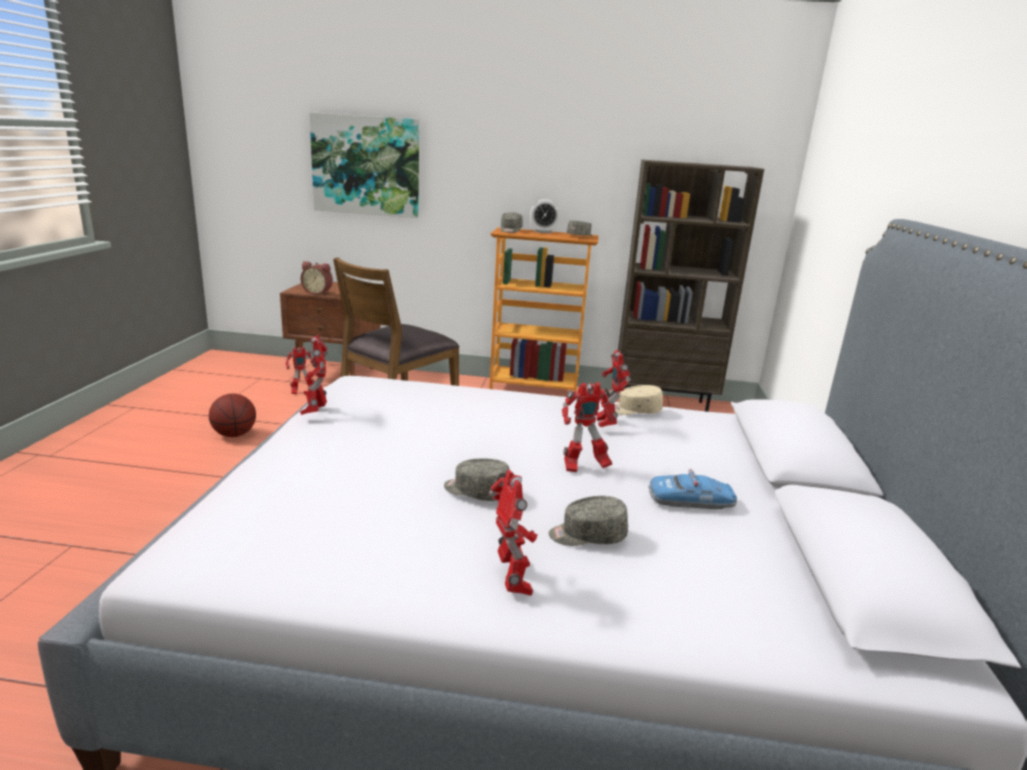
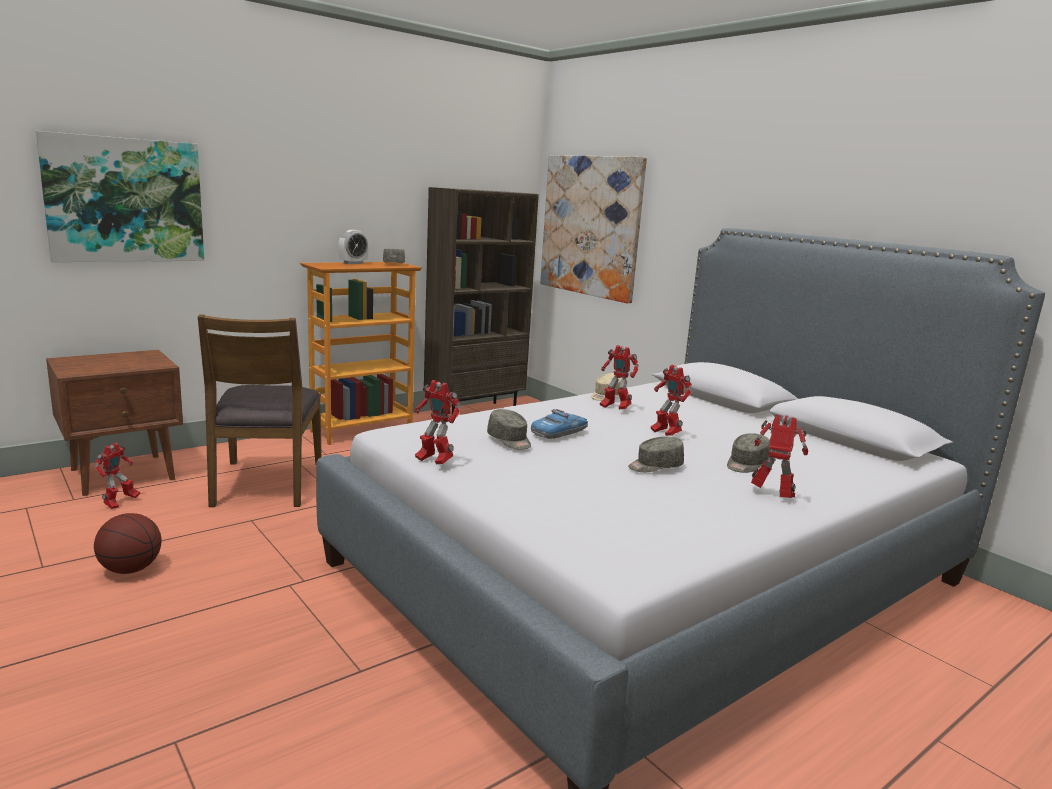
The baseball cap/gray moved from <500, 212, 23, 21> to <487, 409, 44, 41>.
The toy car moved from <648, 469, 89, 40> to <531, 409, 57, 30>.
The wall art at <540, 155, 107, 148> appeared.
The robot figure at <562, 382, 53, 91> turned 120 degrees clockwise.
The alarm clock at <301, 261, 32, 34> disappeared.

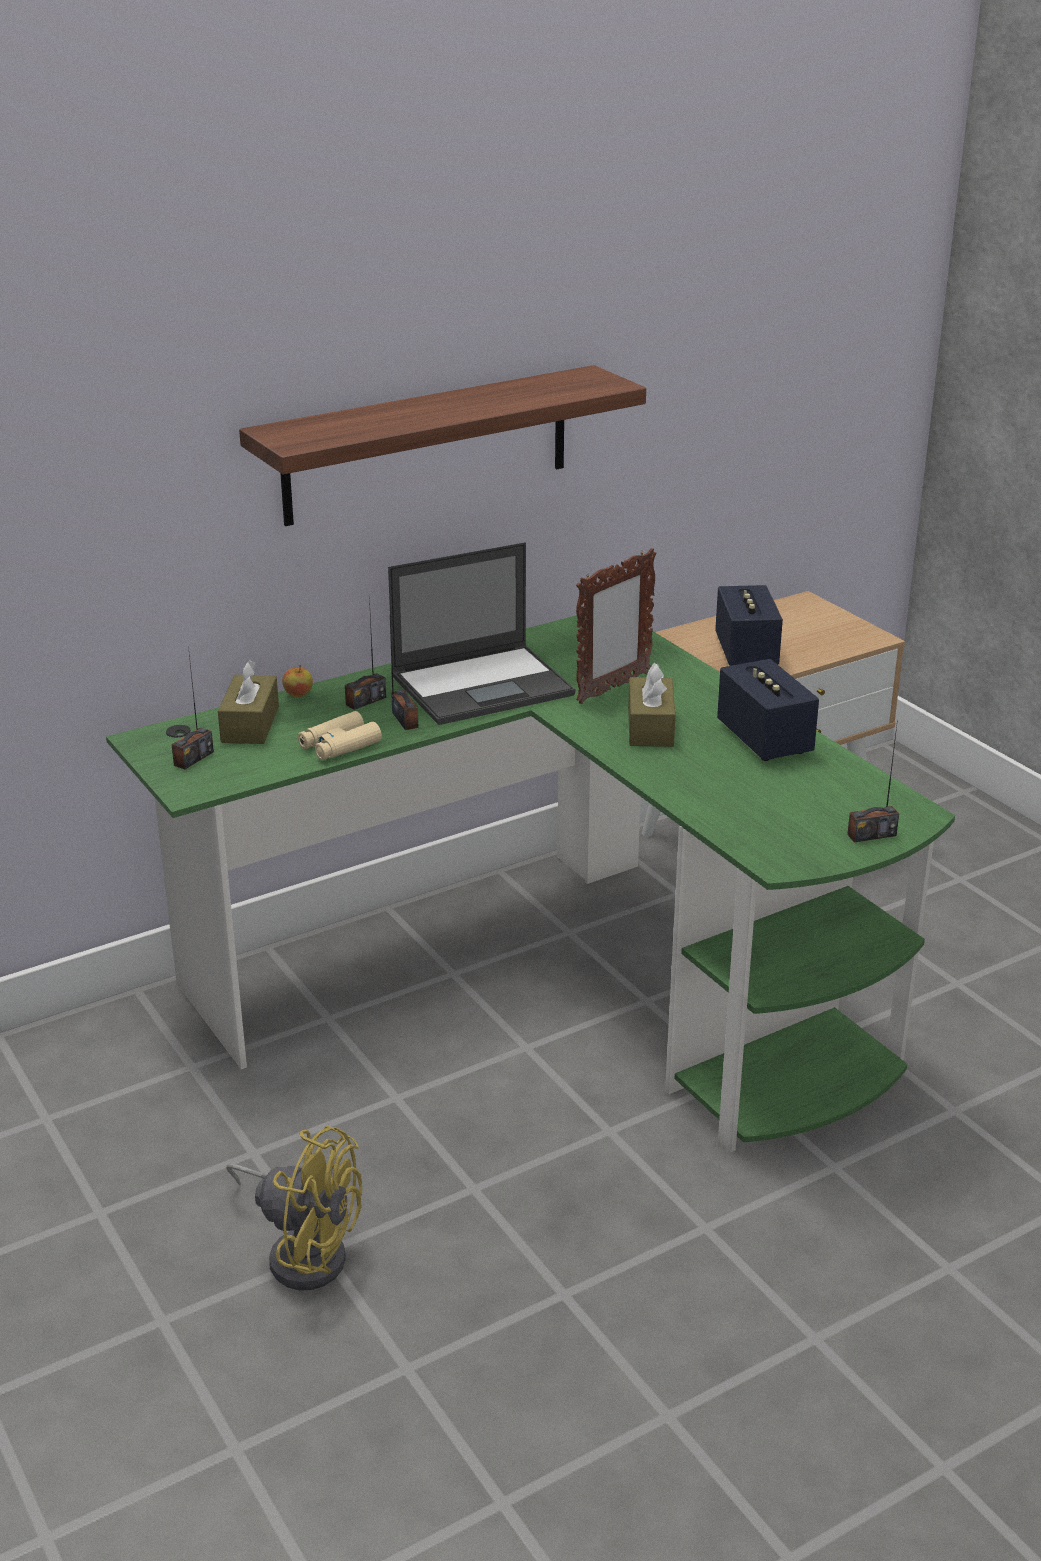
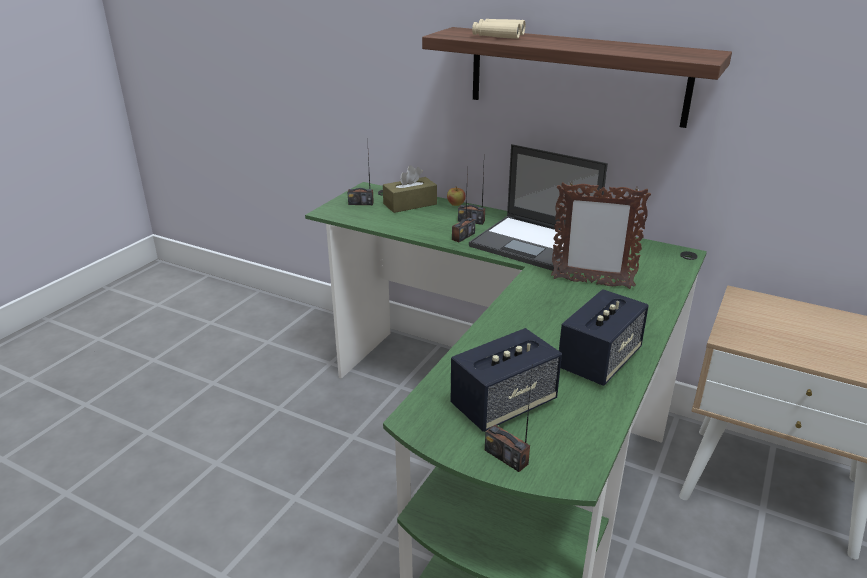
The loudspeaker moved from <715, 585, 68, 81> to <451, 328, 111, 104>.
The binoculars/beige moved from <298, 711, 84, 49> to <472, 19, 54, 20>.
The electric fan/yellow at <226, 1126, 136, 164> disappeared.
The tissue box/brownish at <628, 663, 48, 84> disappeared.

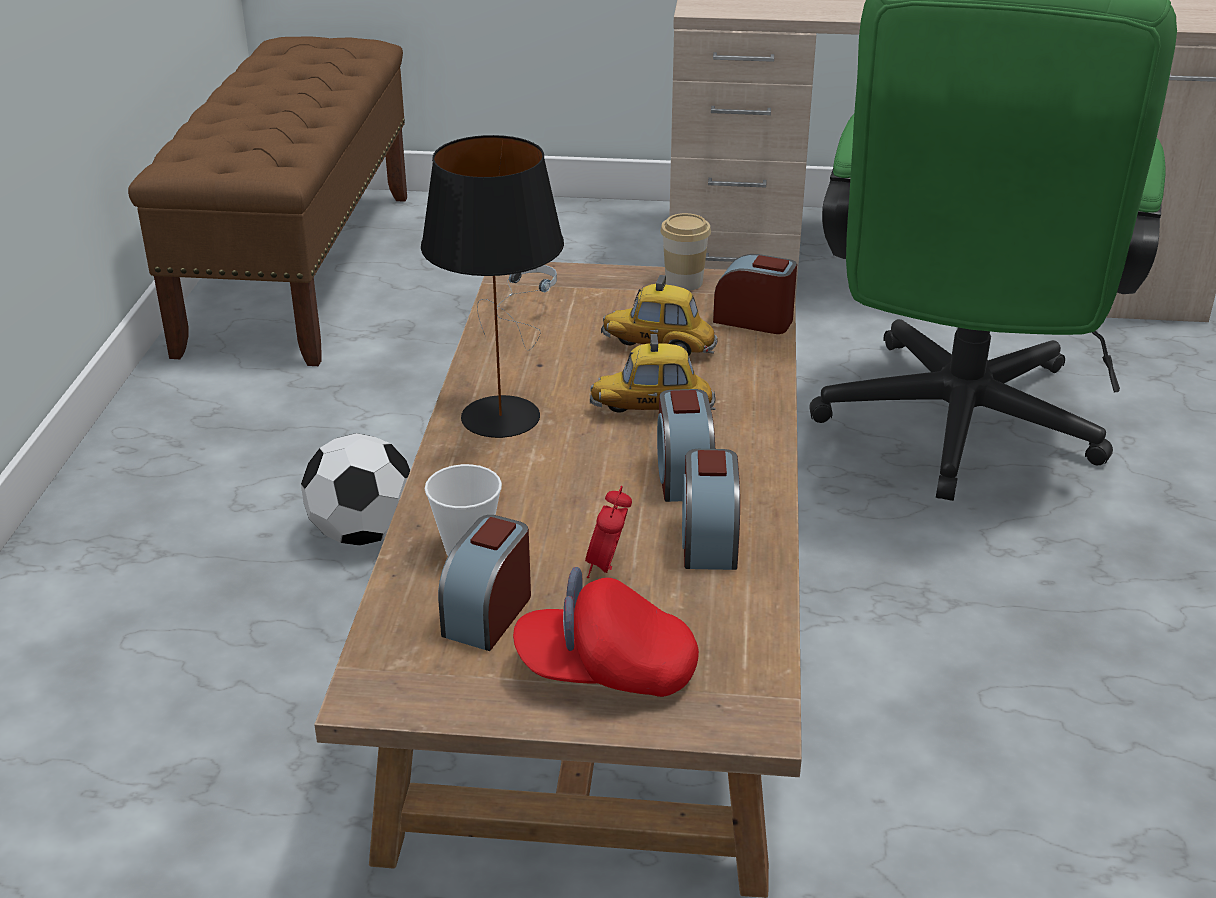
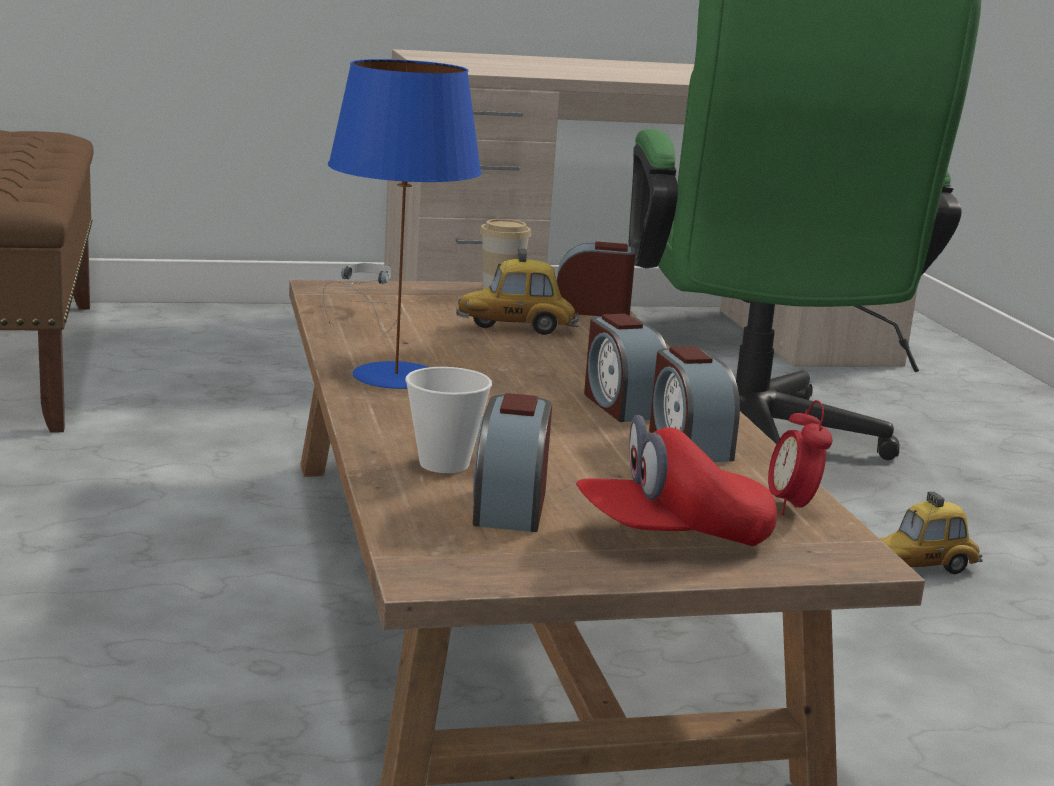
The lamp for a table/blackish at <421, 135, 143, 303> became the lamp for a table/blue at <328, 59, 154, 330>.
The alarm clock moved from <585, 486, 47, 92> to <768, 400, 65, 116>.
The toy car moved from <590, 334, 126, 79> to <879, 491, 104, 83>.
The football at <301, 433, 109, 113> disappeared.

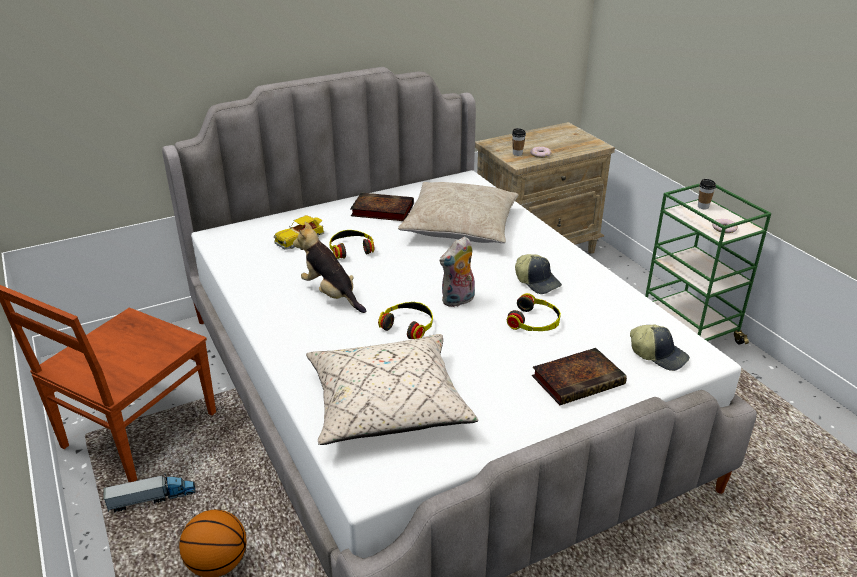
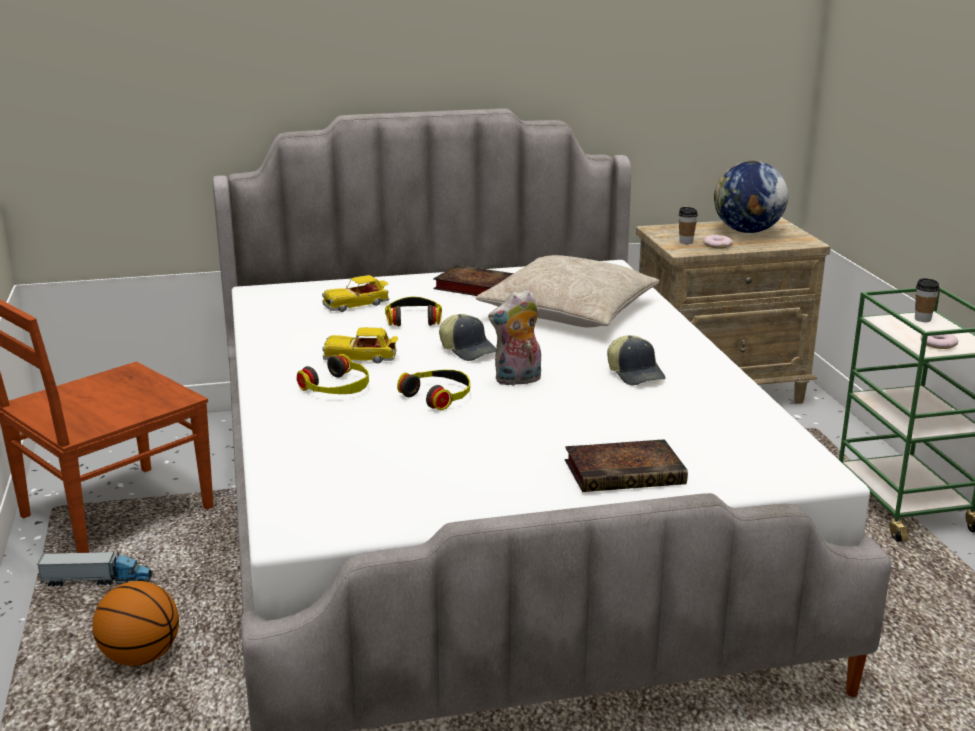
The pair of headphones moved from <507, 293, 54, 38> to <297, 354, 72, 40>.
The plush toy at <293, 222, 73, 91> was replaced by the toy car at <323, 327, 75, 36>.
The baseball cap moved from <630, 324, 60, 47> to <439, 314, 57, 47>.
The world globe at <714, 160, 74, 73> appeared.
The cushion/beige at <306, 334, 172, 111> disappeared.

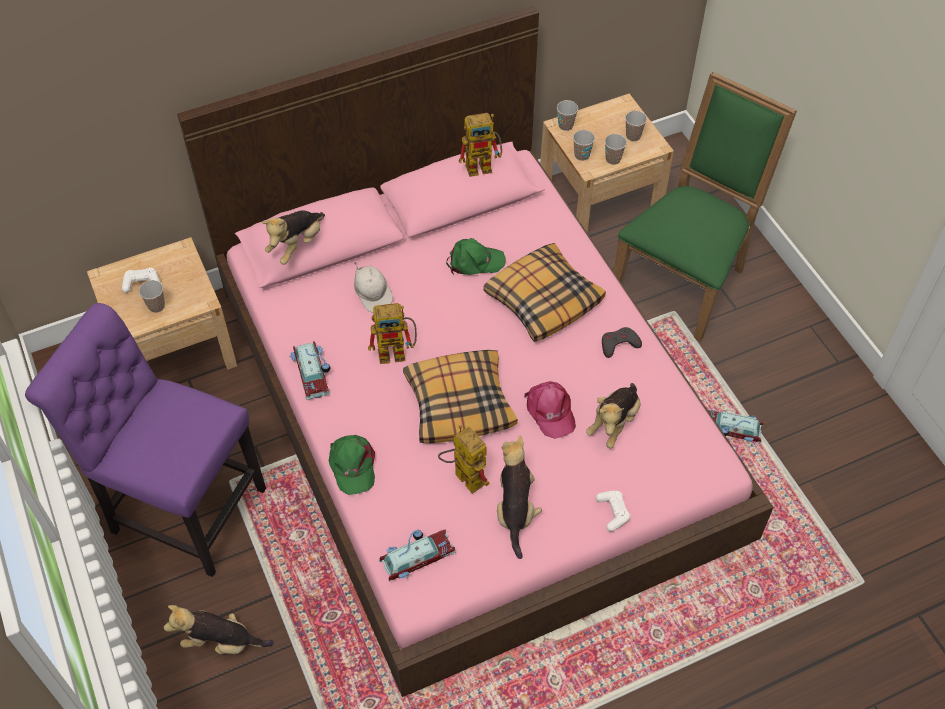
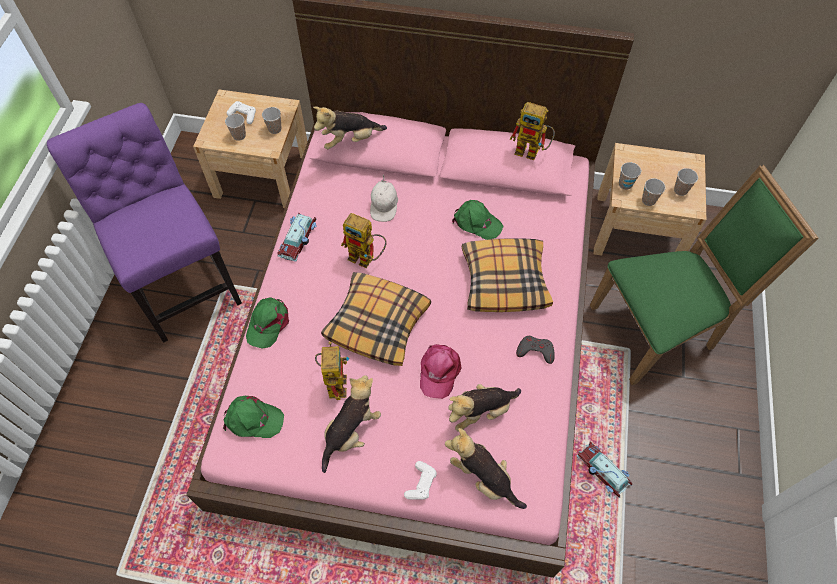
The toy car at <379, 529, 76, 52> was replaced by the baseball cap/greenish at <223, 396, 61, 42>.
The drinking cup moved from <557, 100, 21, 31> to <262, 107, 19, 27>.
The plush toy moved from <164, 605, 110, 49> to <445, 428, 82, 81>.

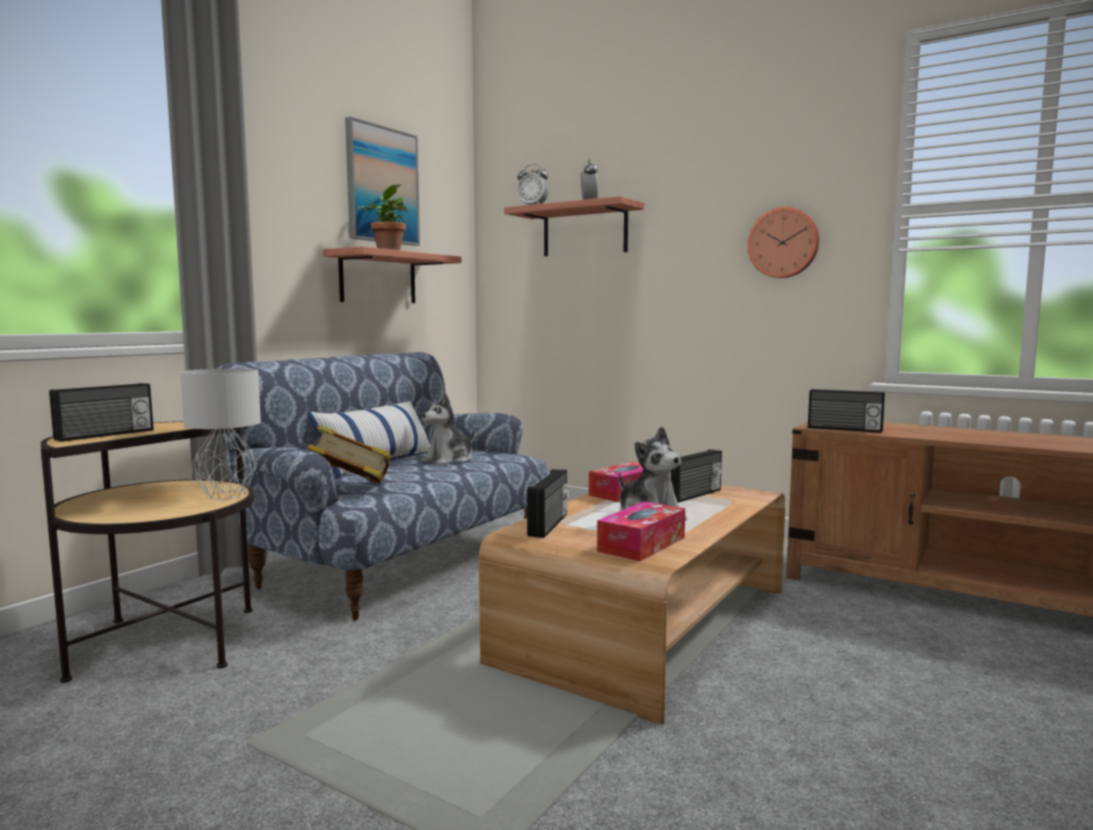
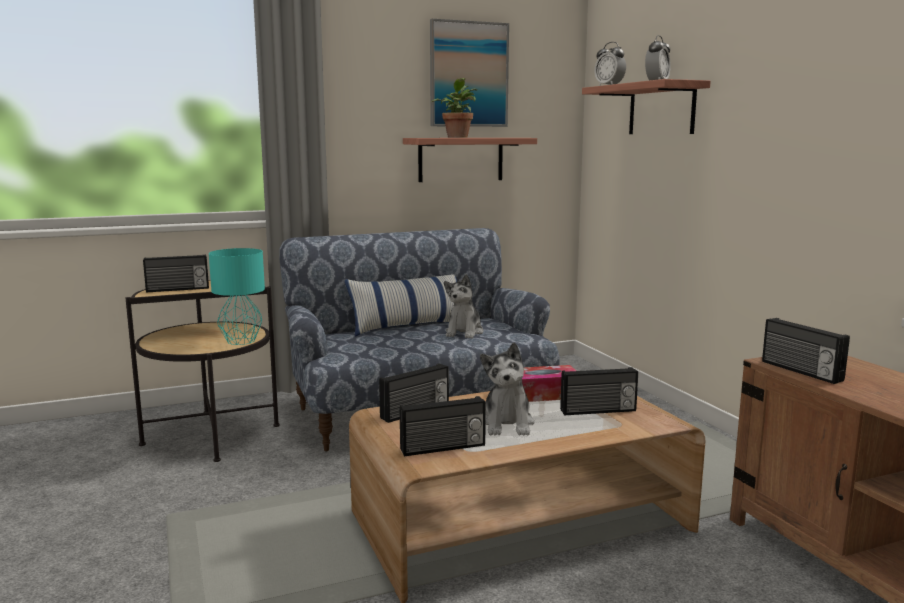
The lamp for a table/gray at <180, 368, 81, 132> became the lamp for a table/turquoise-coloured at <209, 248, 56, 97>.
The tissue box at <597, 501, 88, 60> was replaced by the radio at <400, 396, 86, 60>.
The plush toy at <422, 394, 53, 71> turned 60 degrees counterclockwise.
The volume at <307, 424, 84, 60> disappeared.
The clock on the wall at <747, 207, 72, 71> disappeared.

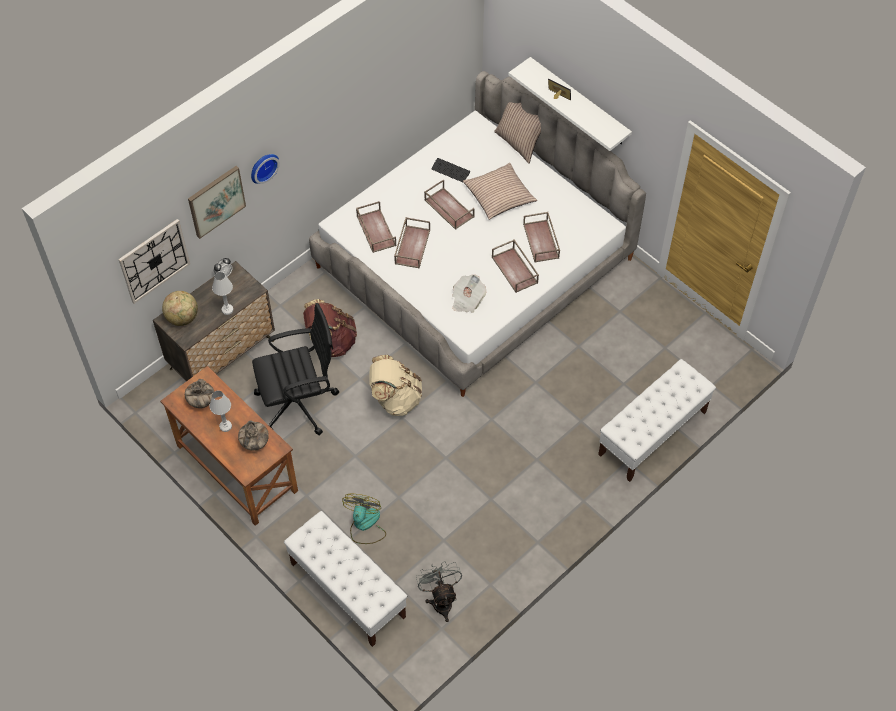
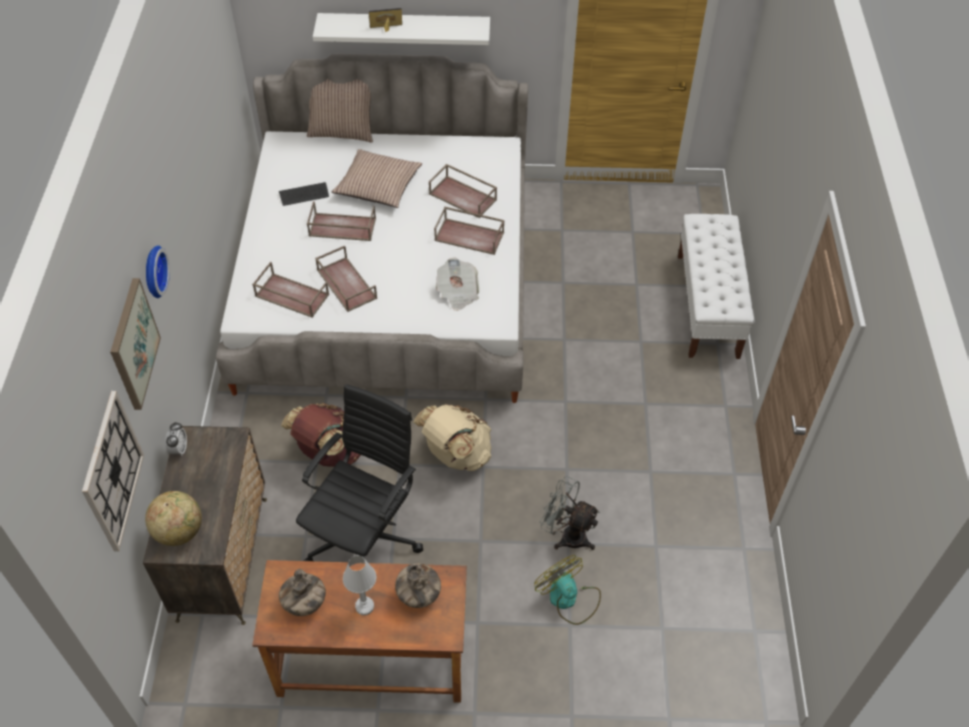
The electric fan/gray moved from <416, 561, 46, 61> to <539, 476, 61, 74>.
The lamp for a table/white-coloured at <212, 272, 21, 43> disappeared.
The long seat/white-coloured at <284, 511, 124, 136> disappeared.

